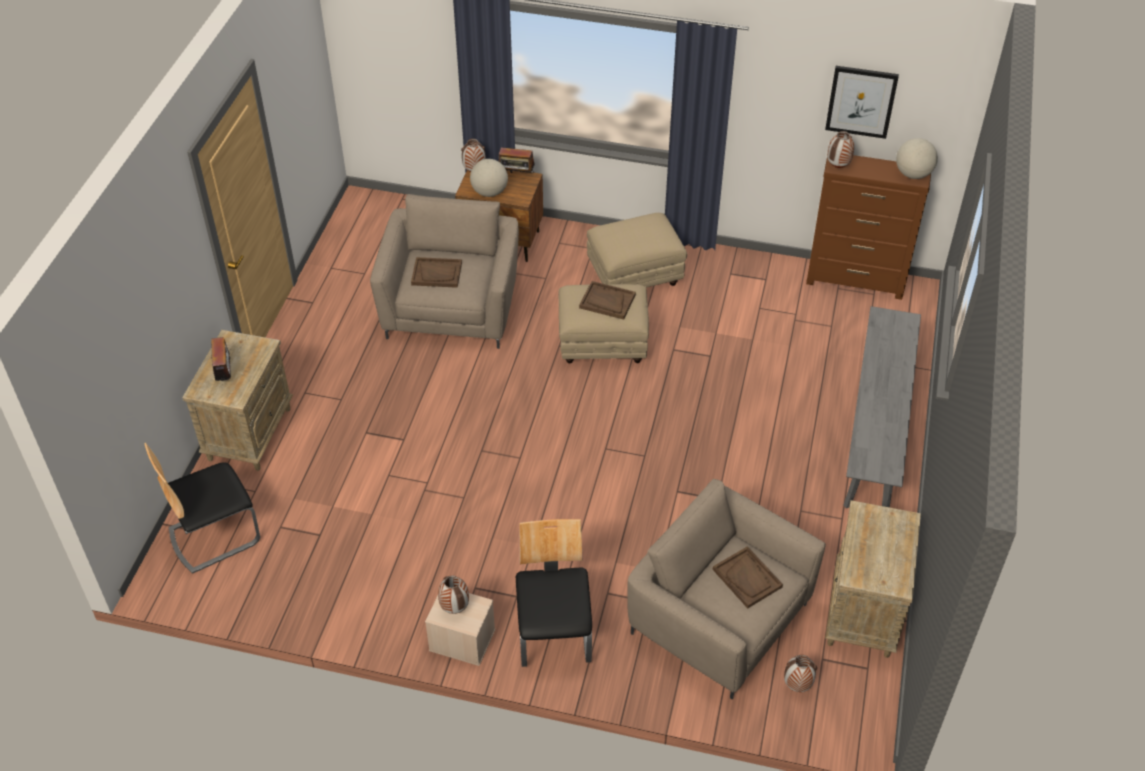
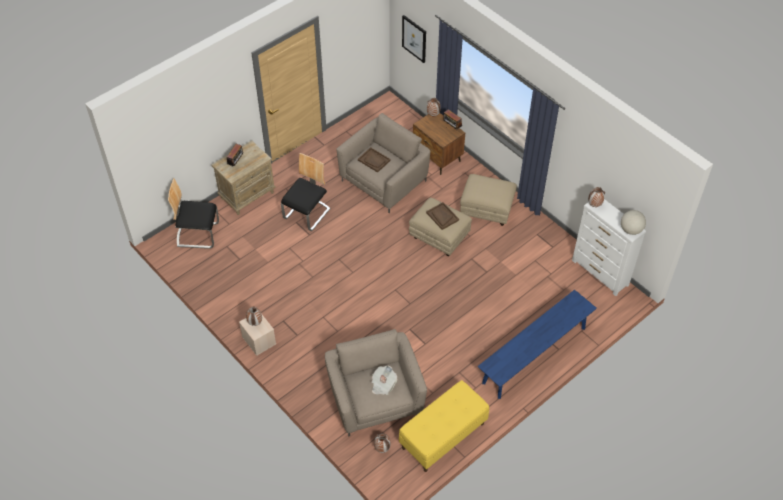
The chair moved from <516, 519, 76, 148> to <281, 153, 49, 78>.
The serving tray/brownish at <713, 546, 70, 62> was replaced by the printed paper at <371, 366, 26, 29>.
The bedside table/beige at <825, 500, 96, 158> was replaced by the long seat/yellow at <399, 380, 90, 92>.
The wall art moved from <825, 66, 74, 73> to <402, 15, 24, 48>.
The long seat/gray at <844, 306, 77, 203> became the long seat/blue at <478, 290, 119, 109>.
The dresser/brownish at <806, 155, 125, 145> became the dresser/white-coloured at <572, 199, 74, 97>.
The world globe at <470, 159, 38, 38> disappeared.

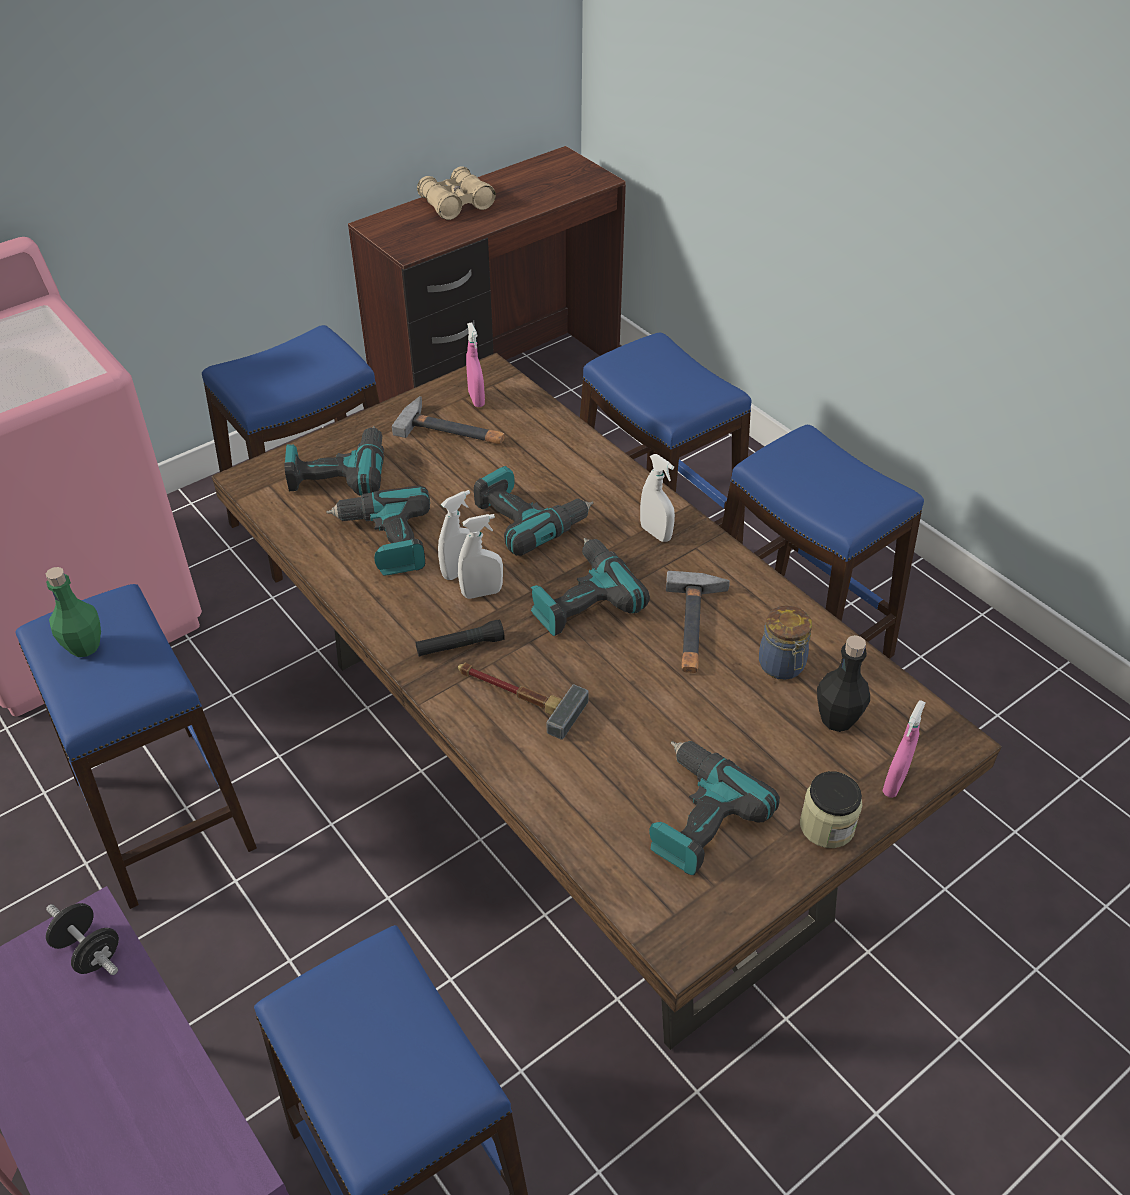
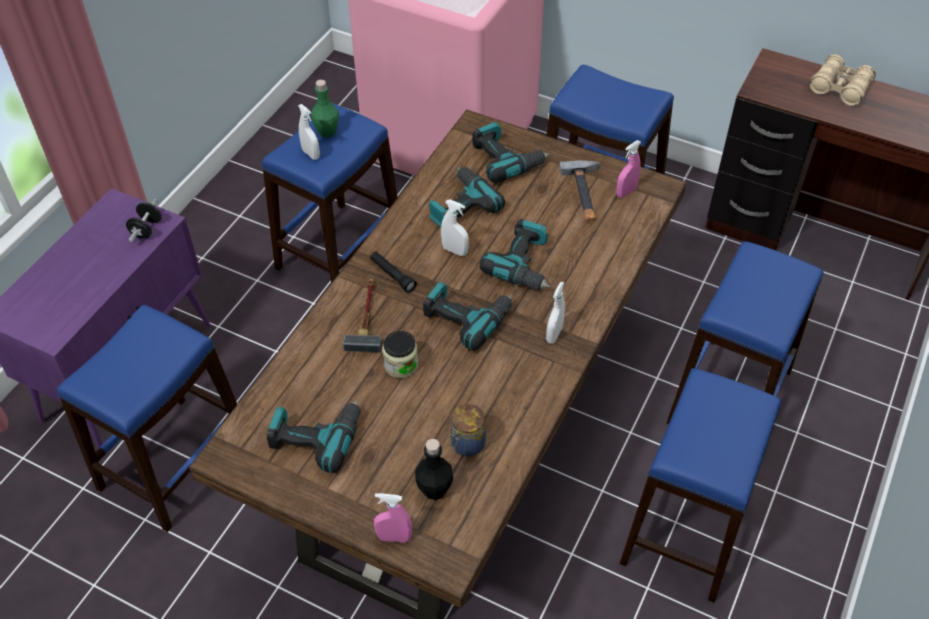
The spray bottle/white-coloured moved from <458, 514, 45, 85> to <298, 104, 22, 56>.
The jar moved from <800, 771, 62, 77> to <382, 331, 36, 47>.
The tool hammer at <666, 571, 64, 102> disappeared.

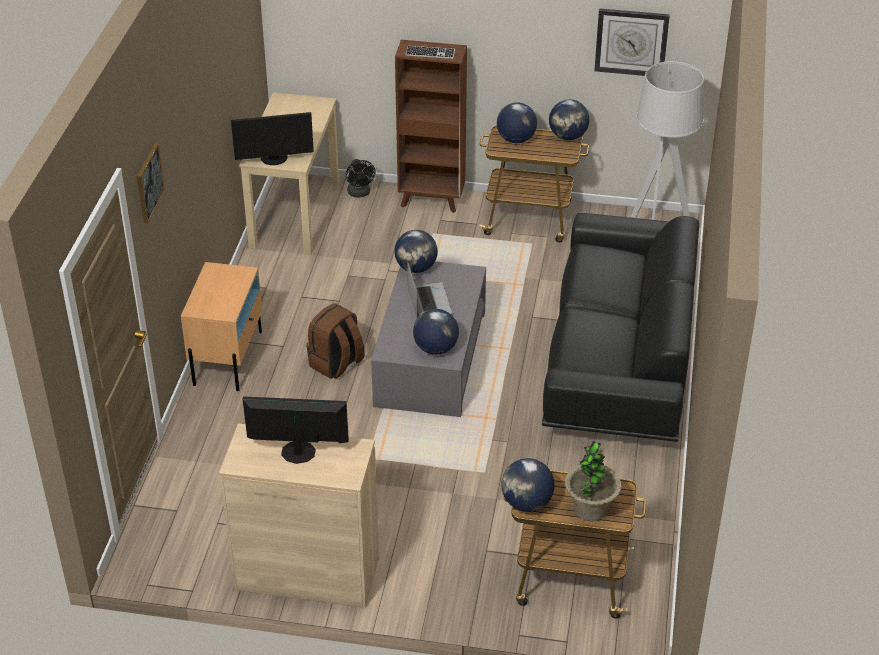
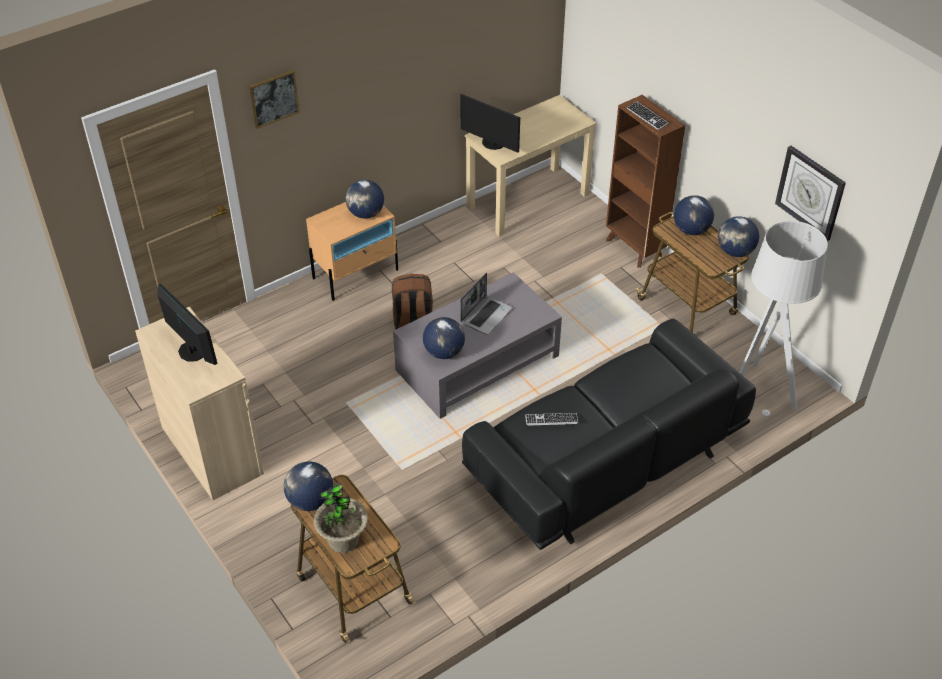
The world globe moved from <394, 230, 44, 43> to <346, 180, 38, 38>.
The keyboard at <525, 413, 53, 13> appeared.
The electric fan/blackish at <346, 159, 29, 39> disappeared.

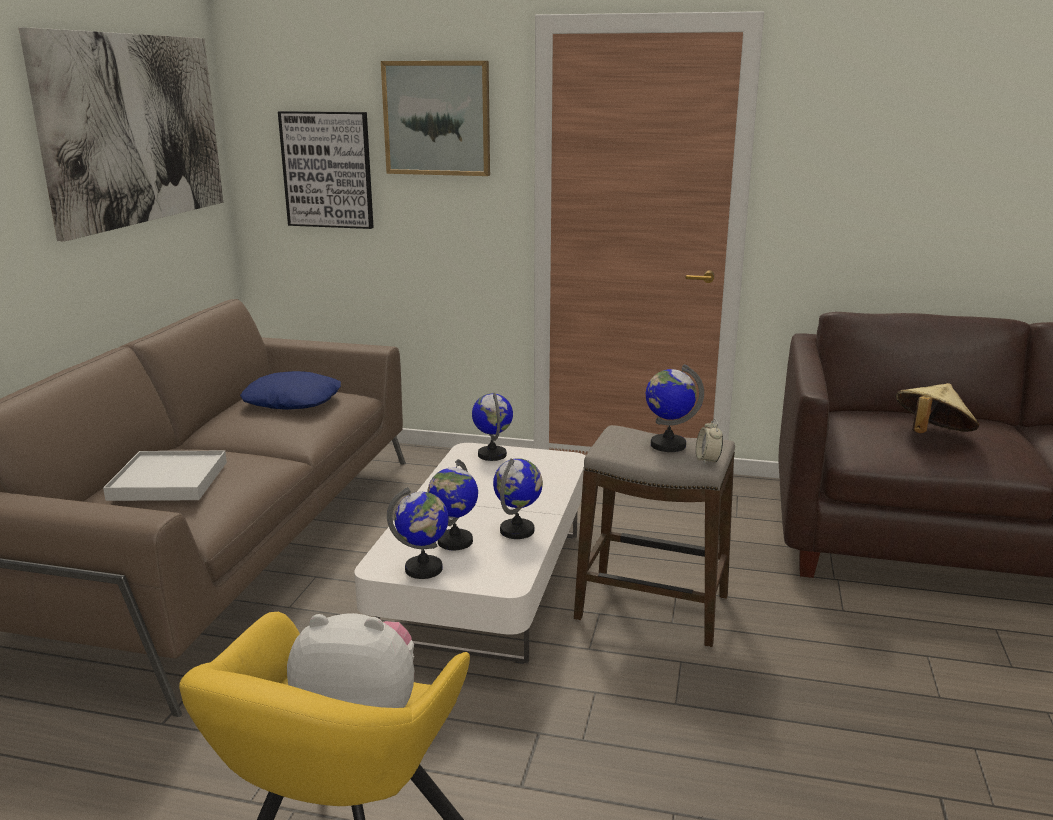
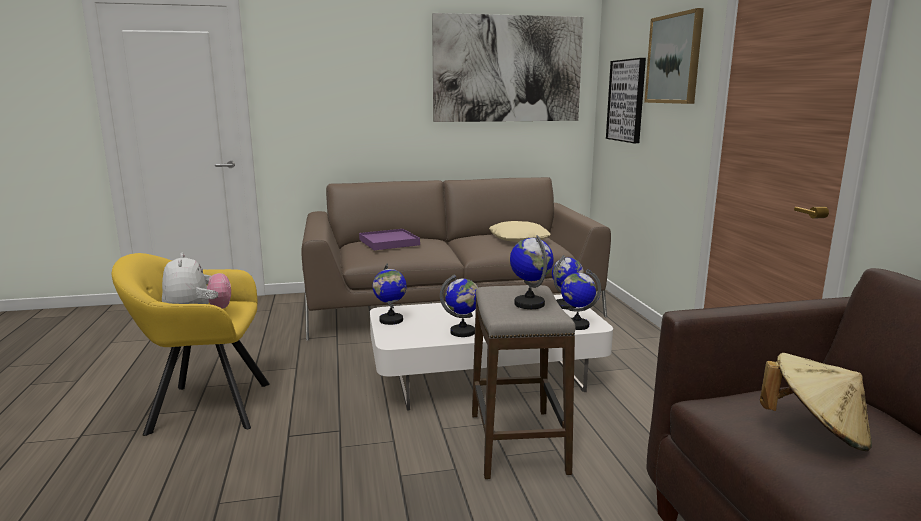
The serving tray/white-coloured at <103, 451, 124, 50> became the serving tray/purplish at <359, 229, 61, 21>.
The cushion/blue at <240, 371, 101, 39> became the cushion/beige at <489, 221, 61, 21>.
The world globe moved from <428, 459, 50, 91> to <561, 269, 40, 61>.
The alarm clock at <696, 418, 27, 48> disappeared.

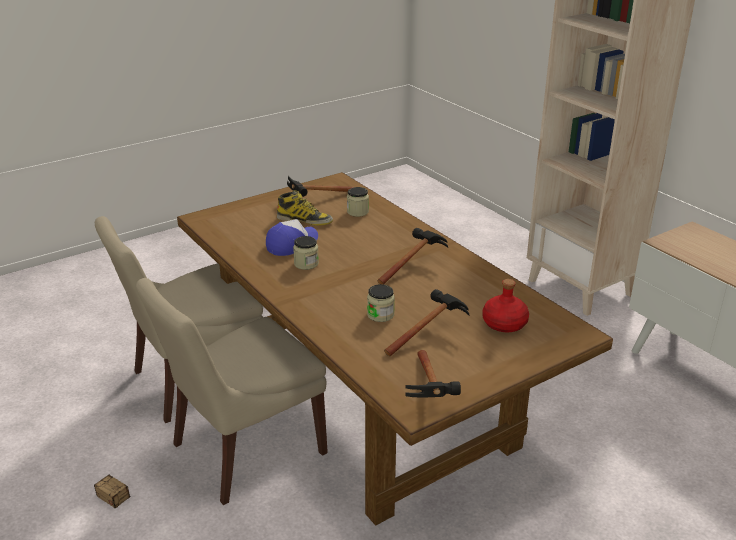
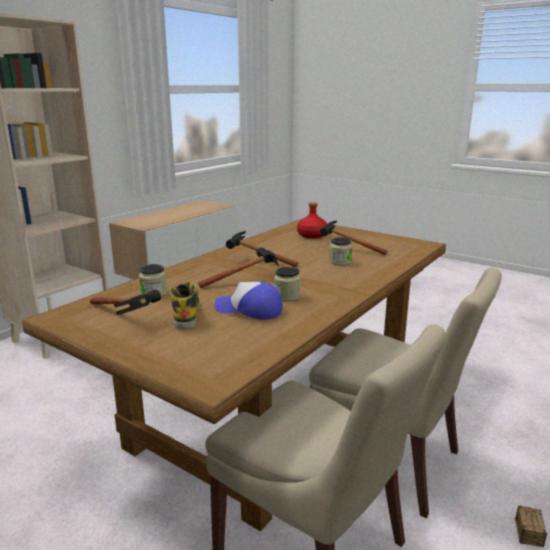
The tool hammer moved from <405, 350, 56, 47> to <198, 248, 81, 40>.

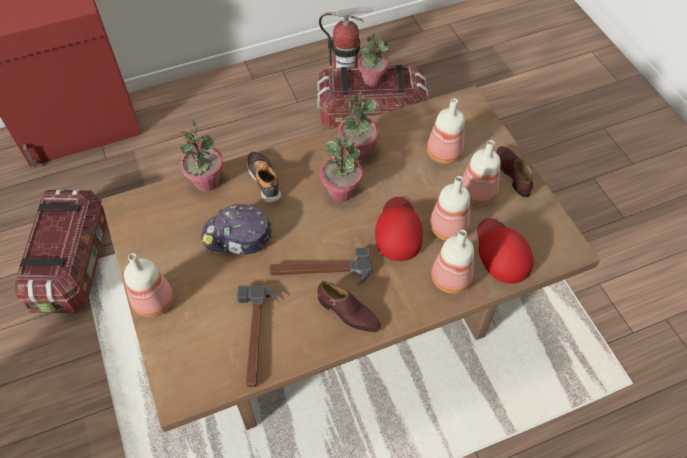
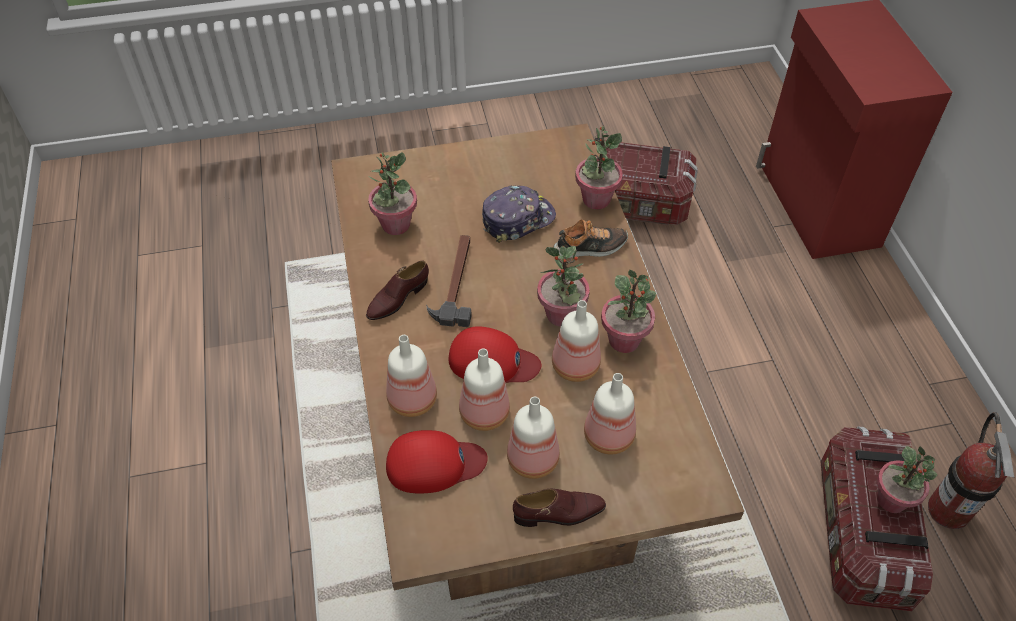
The tool hammer at <237, 284, 42, 103> was replaced by the houseplant at <368, 152, 49, 83>.
The baseball cap at <201, 204, 71, 51> turned 45 degrees clockwise.
The beverage bottle moved from <124, 253, 49, 64> to <552, 300, 49, 82>.

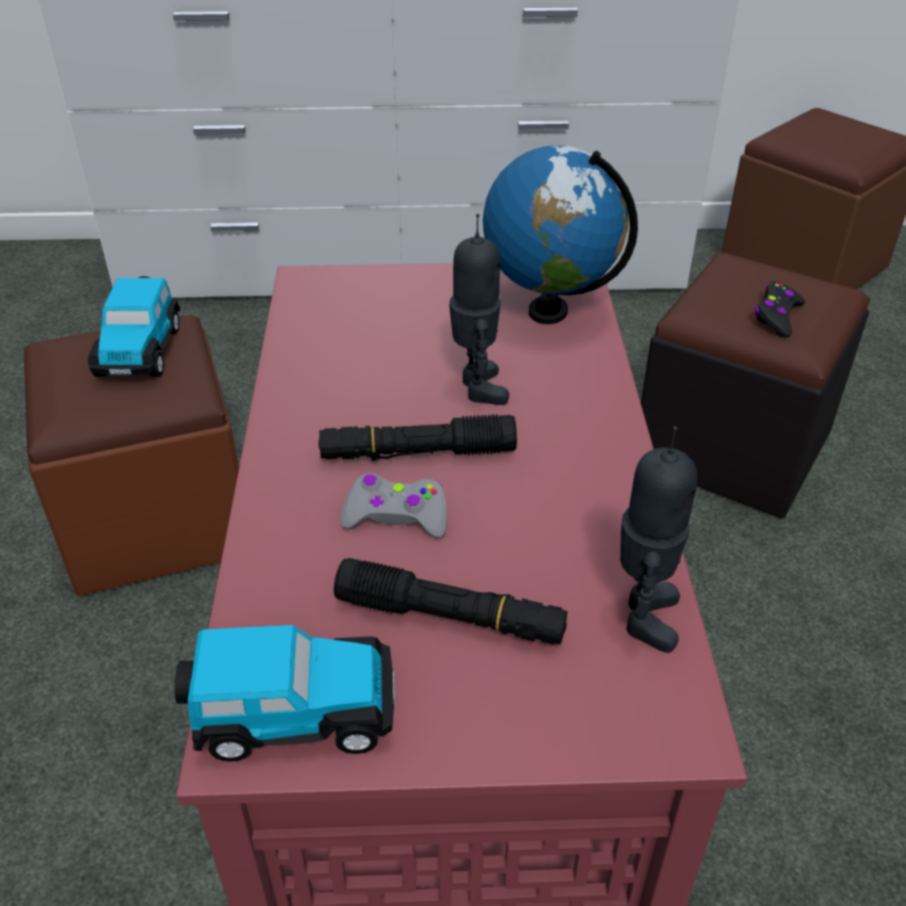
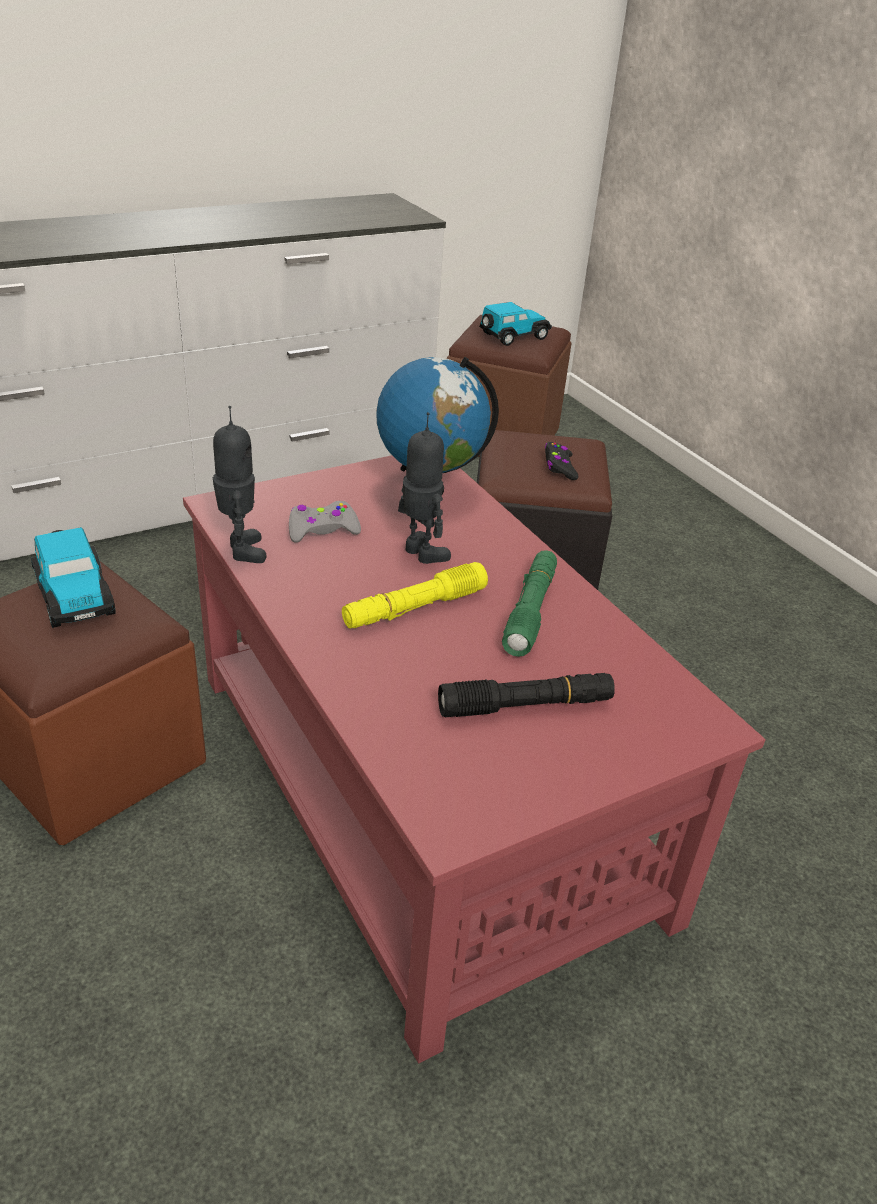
The robot figure moved from <620, 426, 77, 227> to <213, 406, 53, 157>.
The gamepad/gray moved from <340, 473, 107, 65> to <289, 501, 72, 42>.
The hand torch/blackish at <318, 414, 199, 47> became the hand torch/yellow at <342, 562, 146, 67>.
The toy car moved from <175, 625, 220, 136> to <479, 302, 73, 44>.
The hand torch/greenish at <502, 550, 55, 107> appeared.

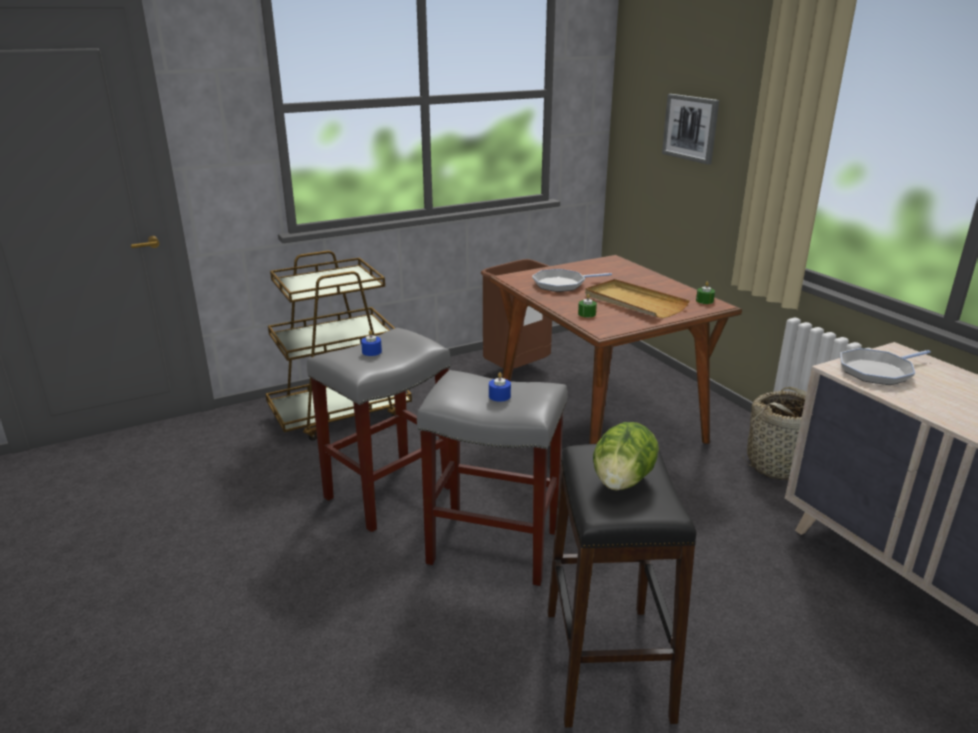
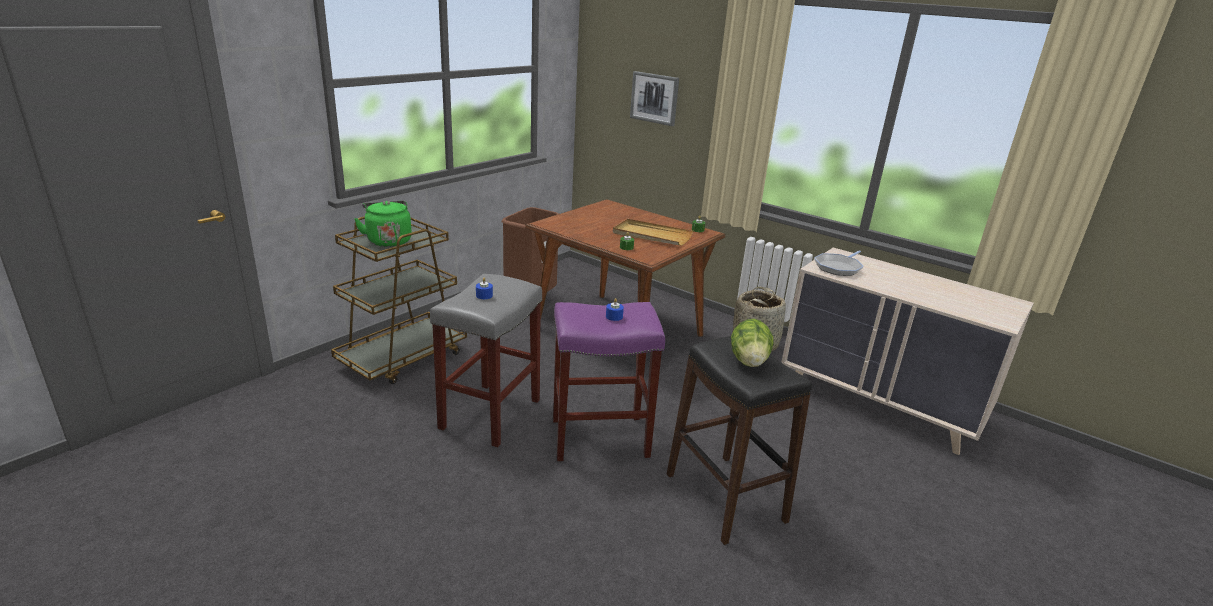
The kettle/greenish at <354, 201, 58, 46> appeared.
The stool/gray at <417, 370, 150, 216> became the stool/purplish at <553, 302, 112, 159>.
The frying pan at <532, 269, 80, 23> disappeared.

